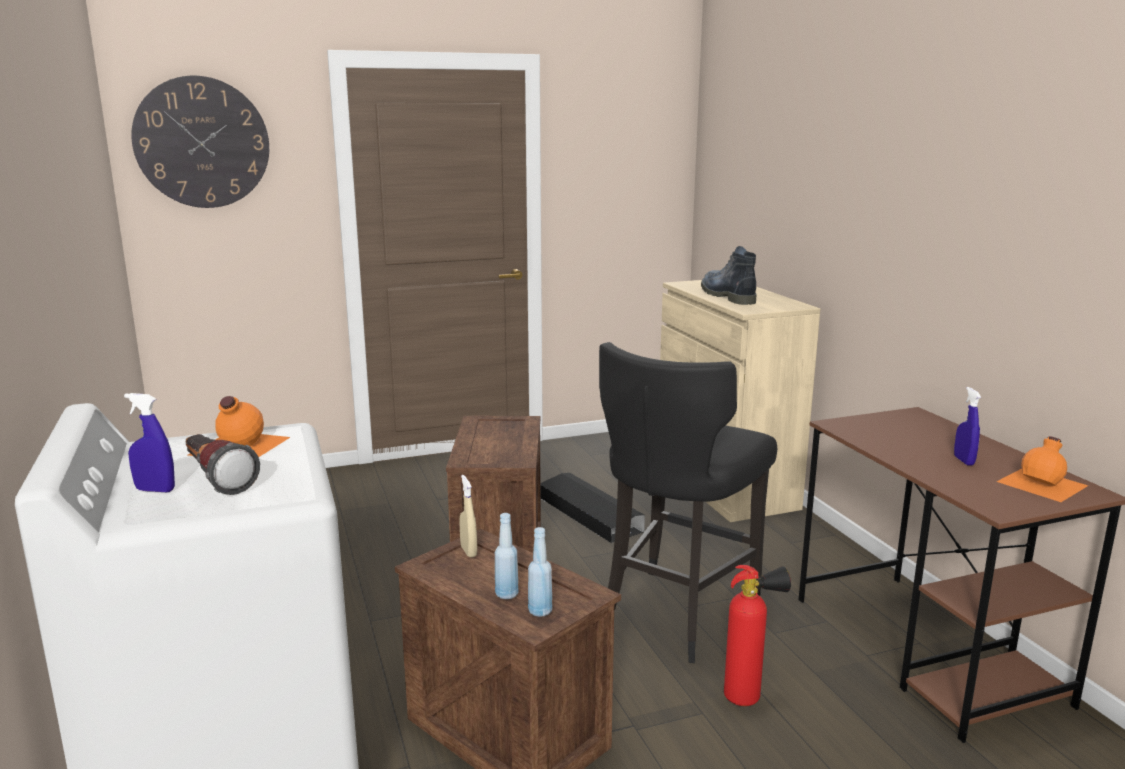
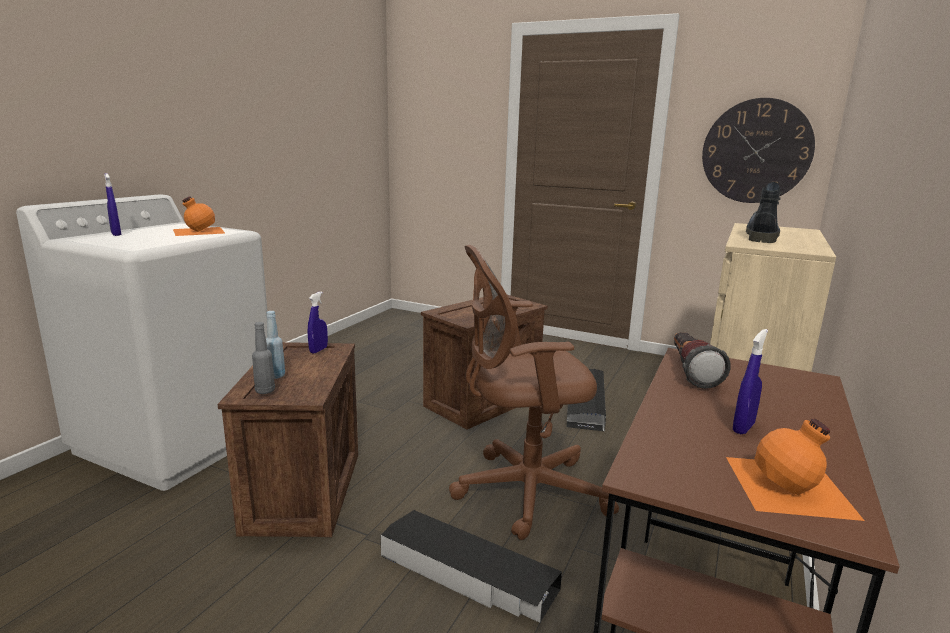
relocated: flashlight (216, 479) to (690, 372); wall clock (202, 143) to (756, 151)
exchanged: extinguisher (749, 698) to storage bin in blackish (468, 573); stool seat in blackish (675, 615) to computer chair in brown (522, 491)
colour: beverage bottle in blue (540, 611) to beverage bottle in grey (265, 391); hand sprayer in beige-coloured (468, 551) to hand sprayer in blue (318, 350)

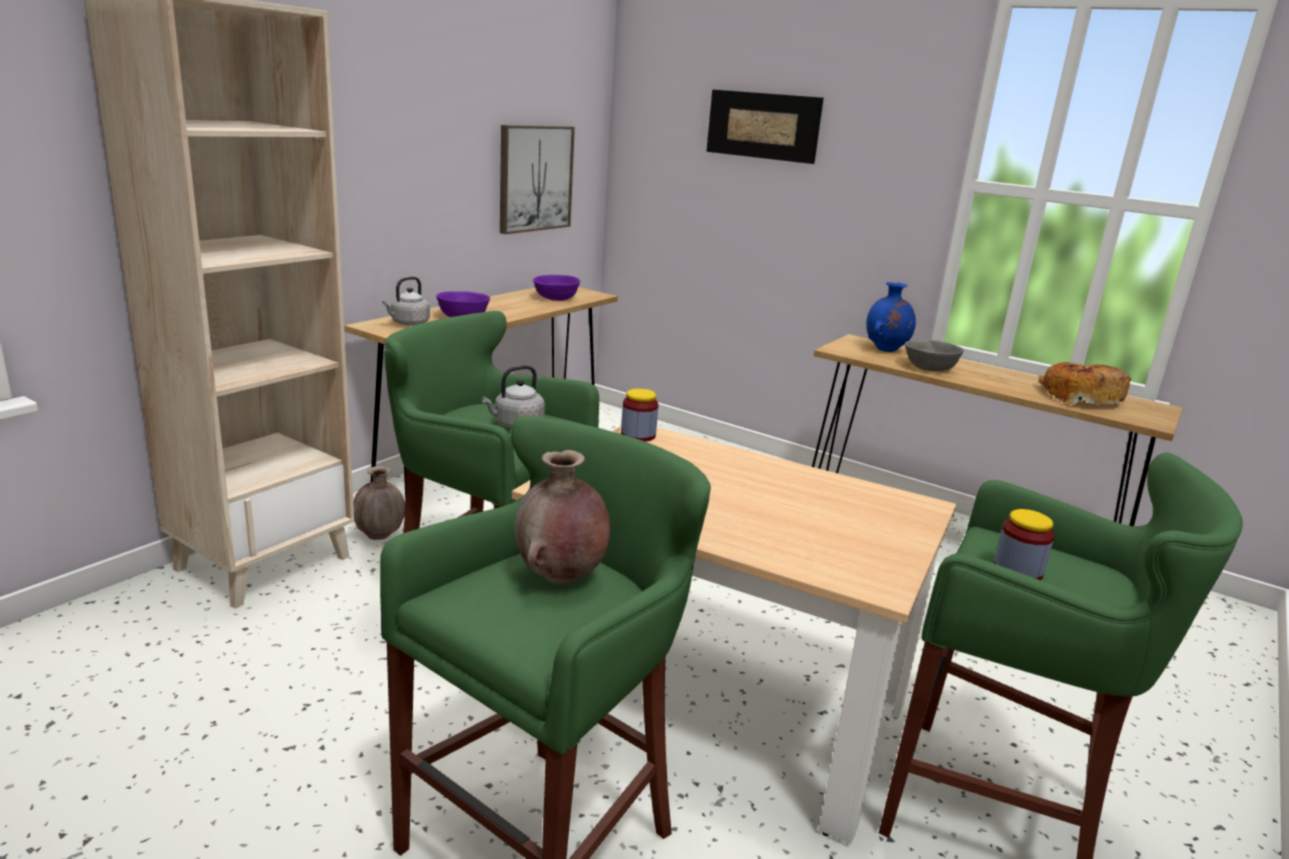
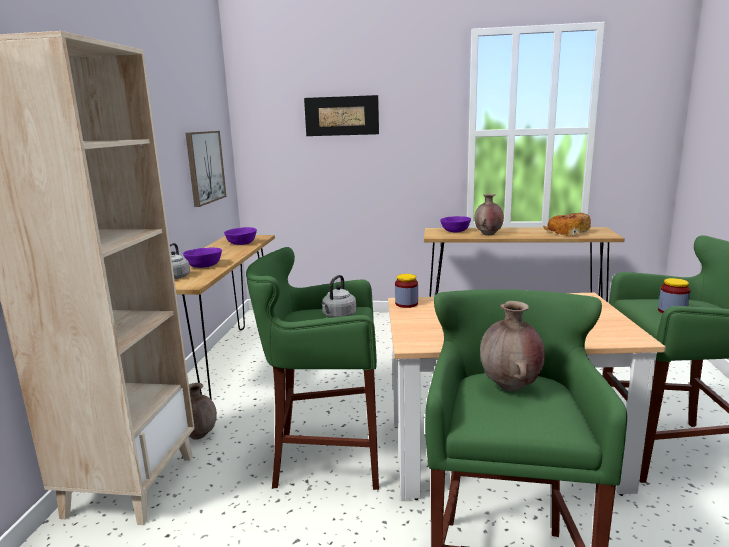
exchanged: flower vase in blue (885, 350) to deep dish in purple-coloured (455, 231); deep dish in grey (929, 368) to flower vase in brown (488, 234)

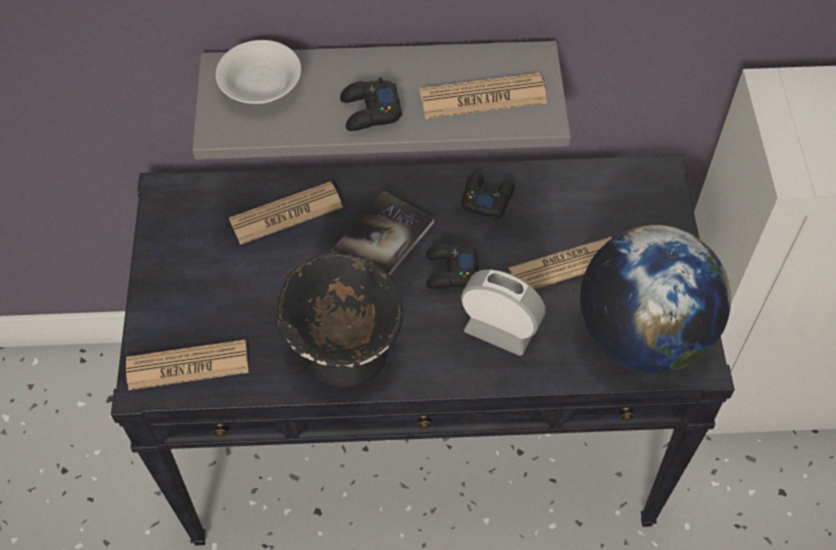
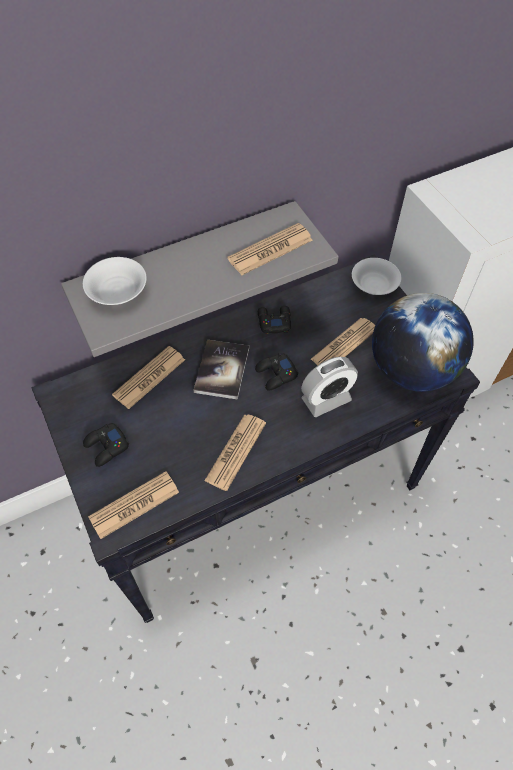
appeared: deep dish in white-coloured (374, 284)
relocated: joypad in blackish (370, 111) to (106, 447)
exchanged: deep dish in blackish (344, 350) to printed paper (236, 451)
spun: table clock (500, 329) = (326, 399) 150 degrees clockwise

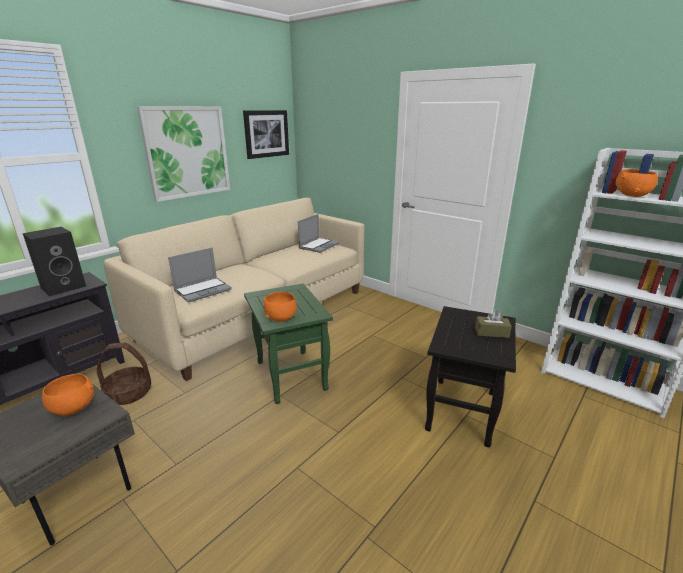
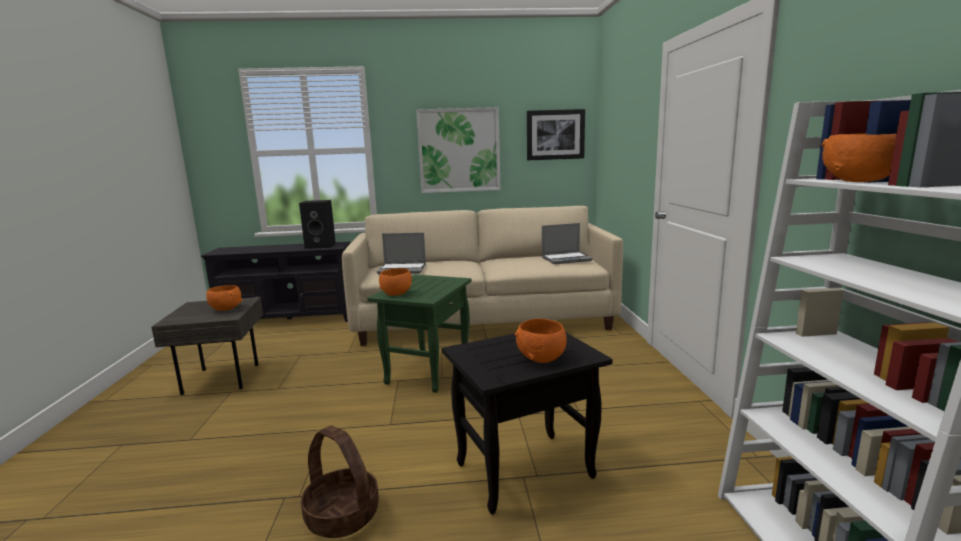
relocated: household basket (128, 393) to (342, 515)
exchanged: tissue box in brown (491, 332) to deep dish in orange-coloured (542, 358)

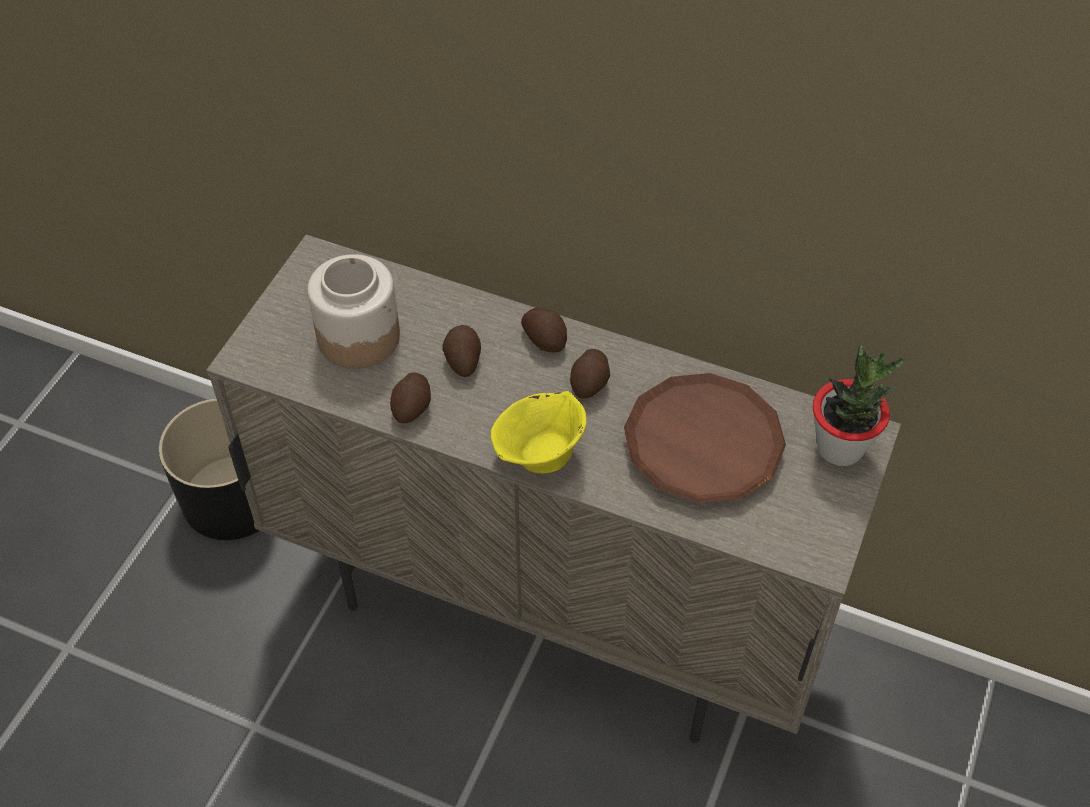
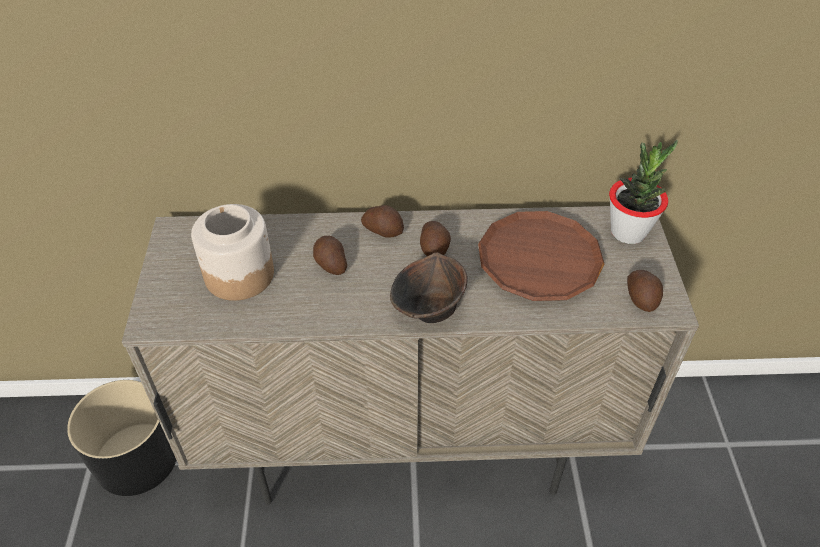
relocated: potato (413, 406) to (642, 298)
colour: deep dish in yellowish (539, 455) to deep dish in brown (428, 310)

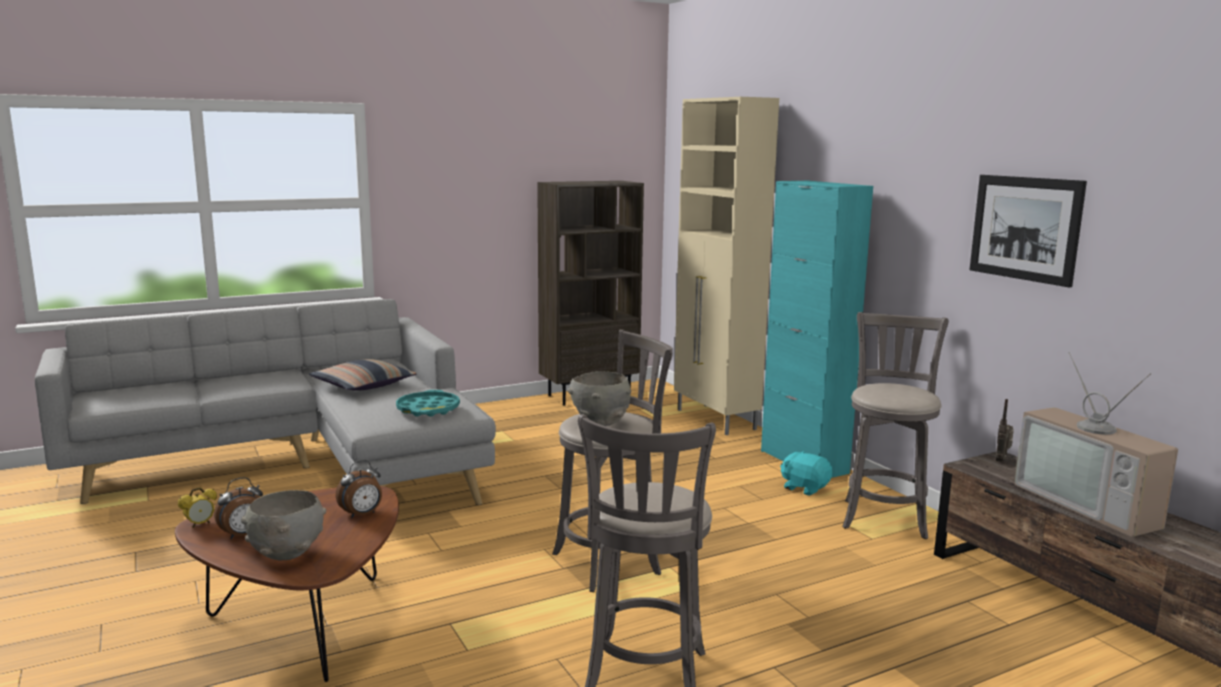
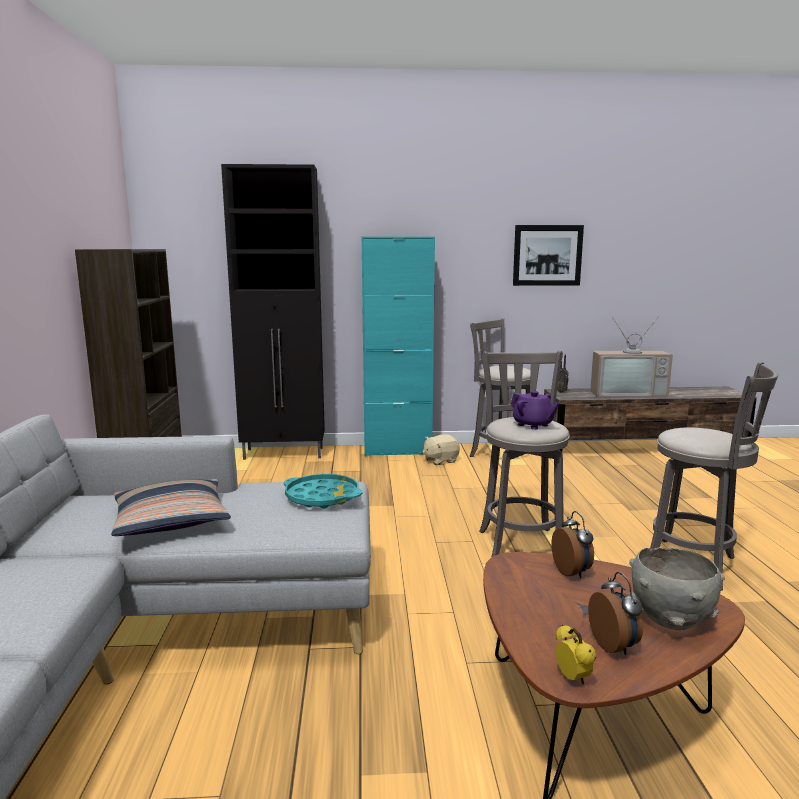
exchanged: deep dish in grey (600, 422) to teapot in purple-coloured (533, 425)
colour: storage cabinet in beige-coloured (716, 420) to storage cabinet in blackish (285, 454); plush toy in turquoise-coloured (805, 488) to plush toy in beige-coloured (440, 460)

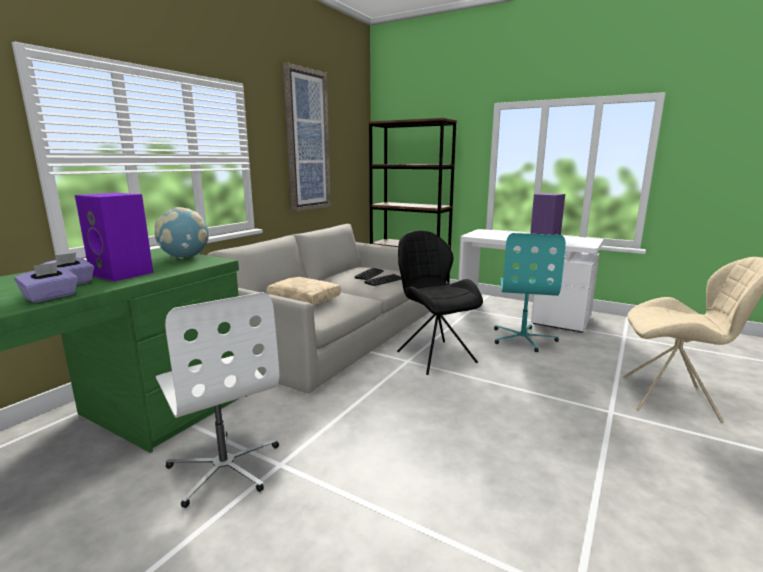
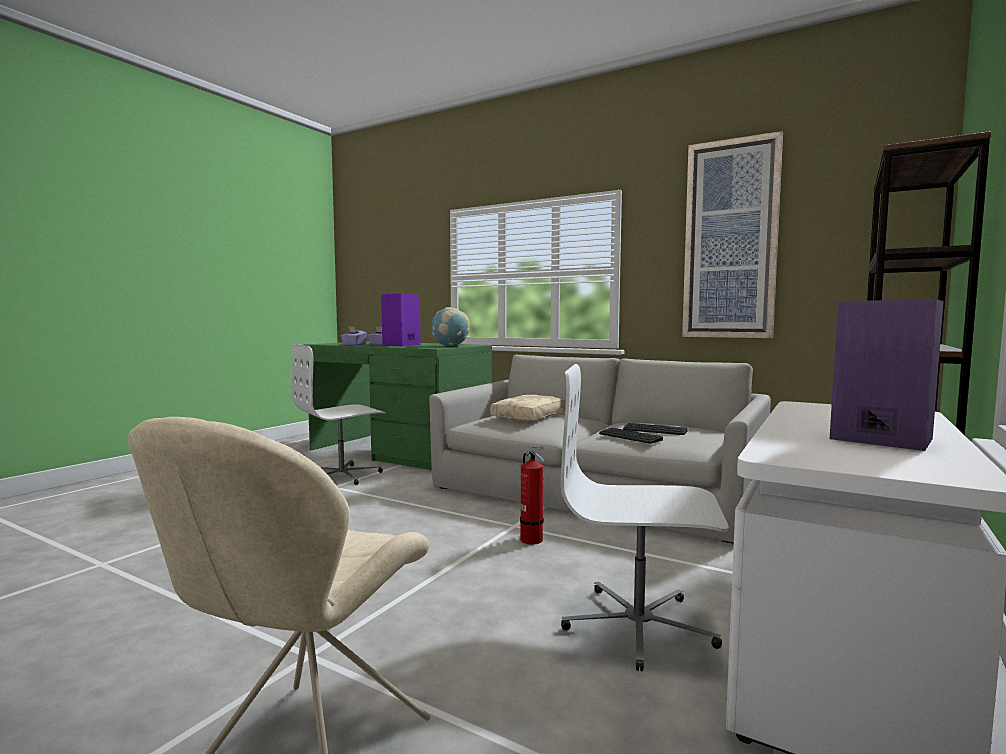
exchanged: chair in blackish (434, 356) to extinguisher (533, 541)
colour: computer chair in turquoise-coloured (523, 338) to computer chair in white-coloured (639, 626)

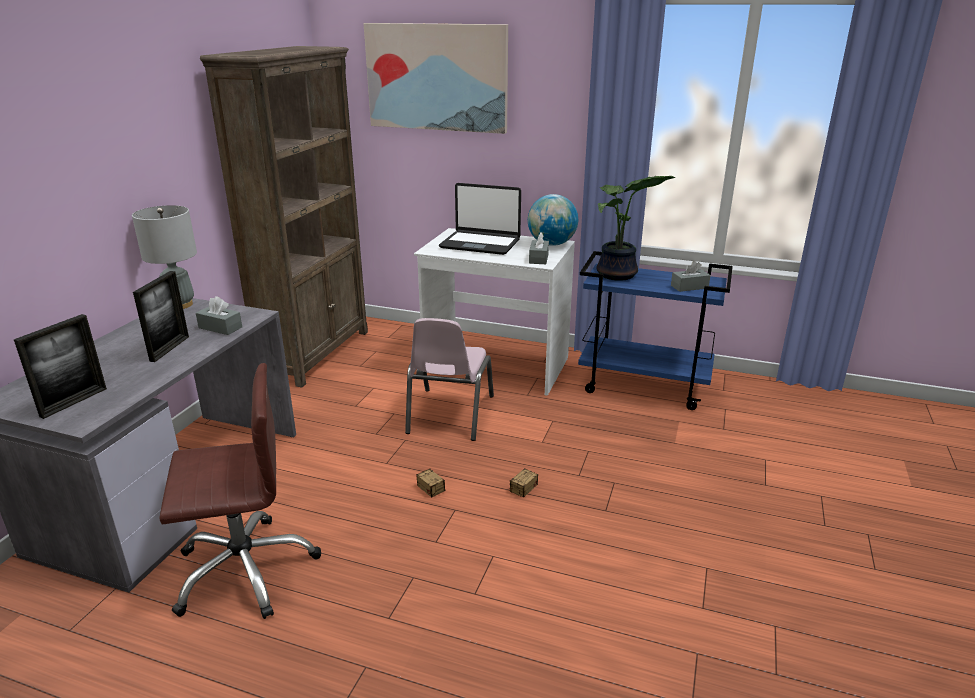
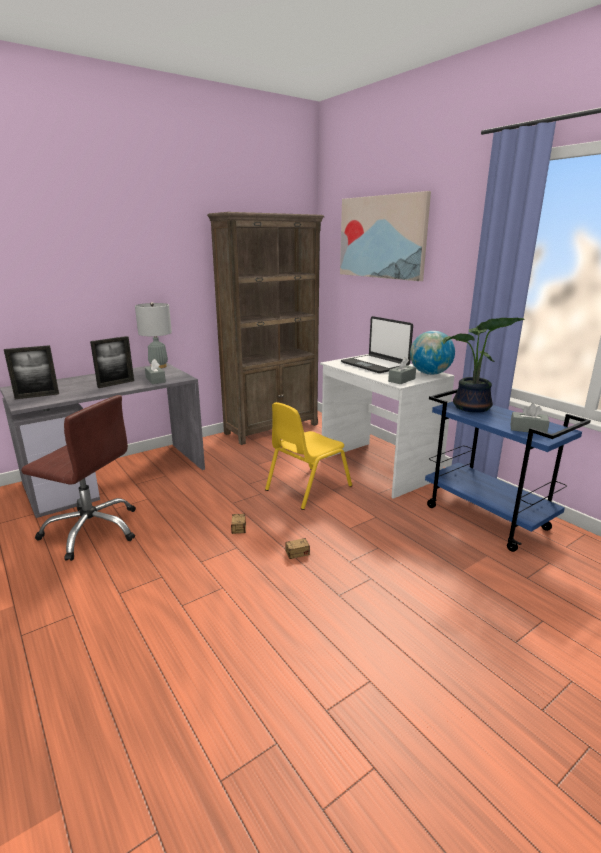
colour: chair in pink-coloured (449, 414) to chair in yellowish (307, 488)

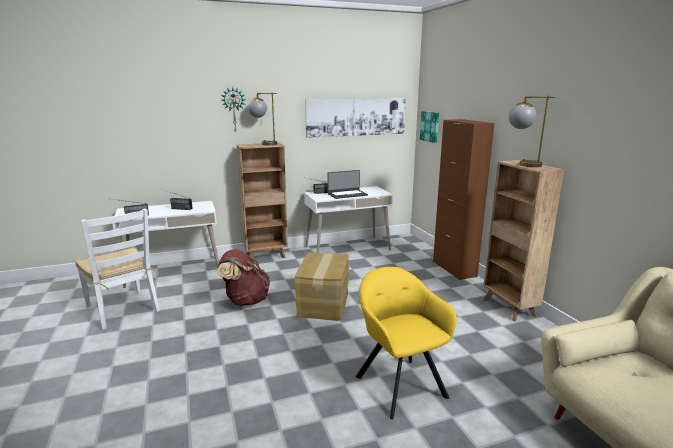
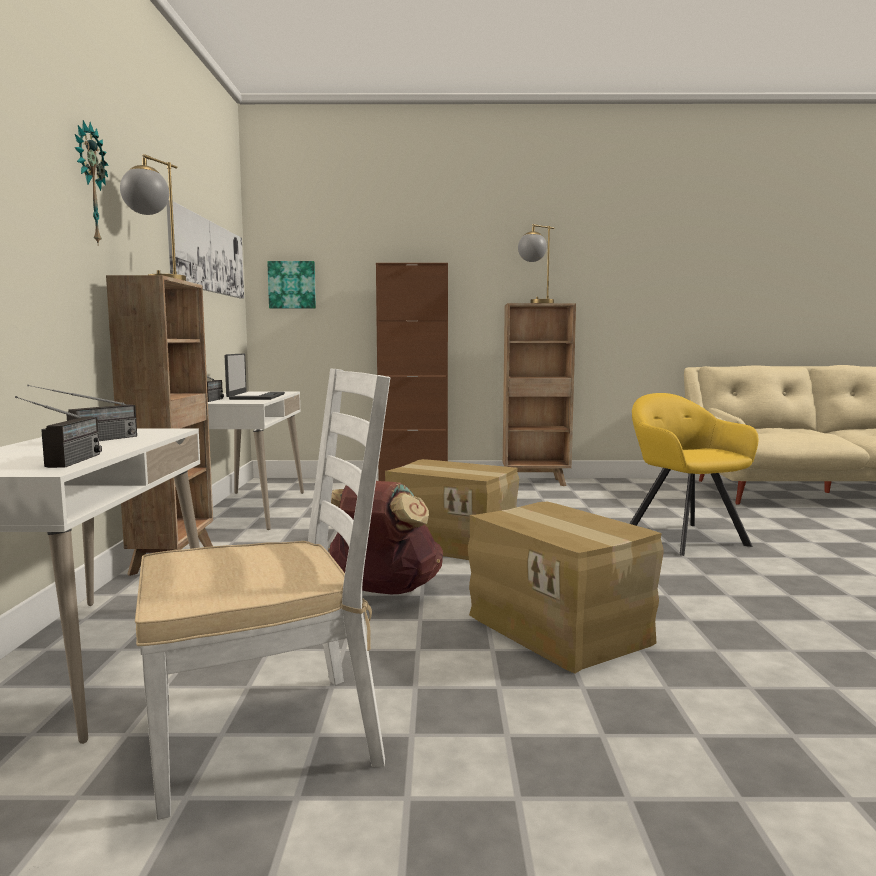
appeared: packing box (559, 628)
spun: easy chair in yellowish (399, 383) = (683, 536) 75 degrees clockwise

